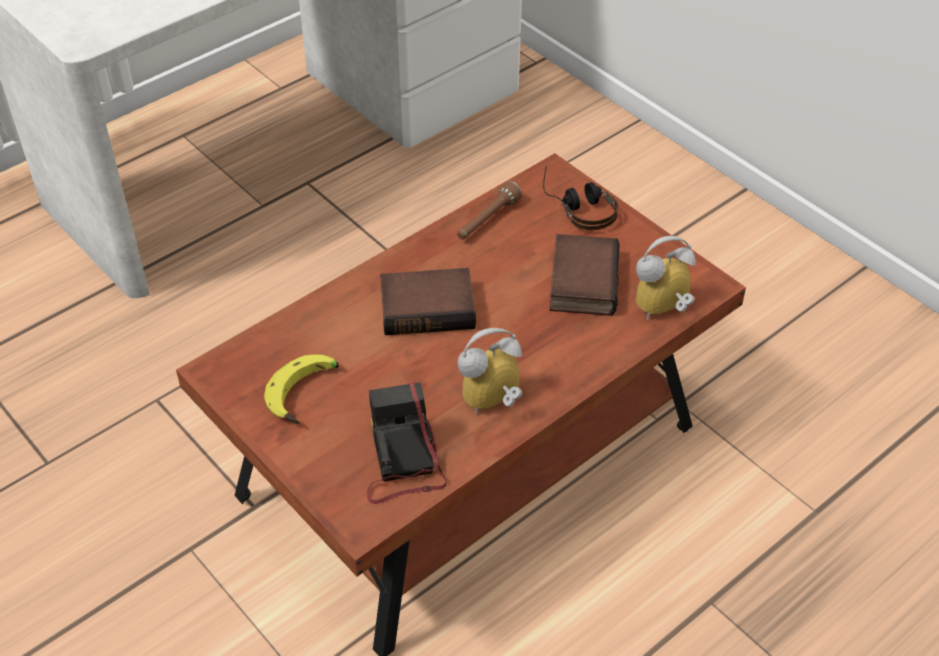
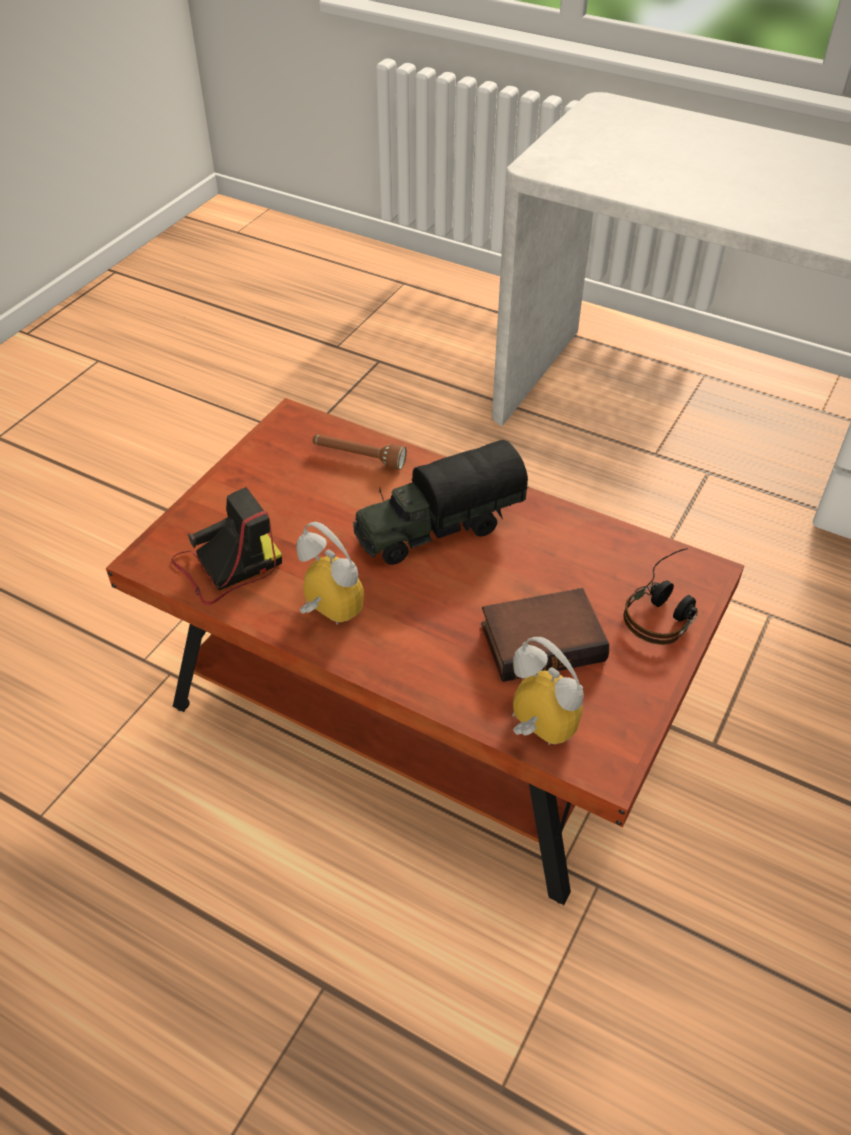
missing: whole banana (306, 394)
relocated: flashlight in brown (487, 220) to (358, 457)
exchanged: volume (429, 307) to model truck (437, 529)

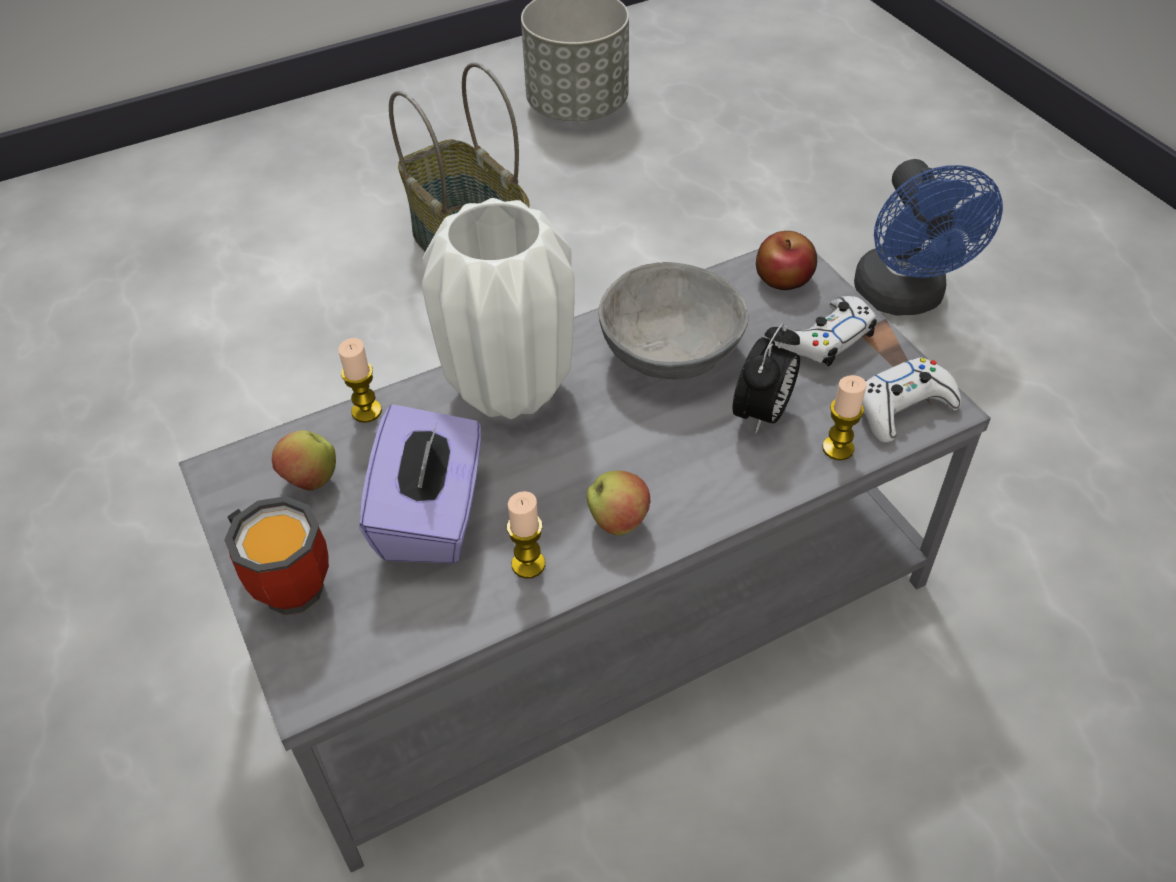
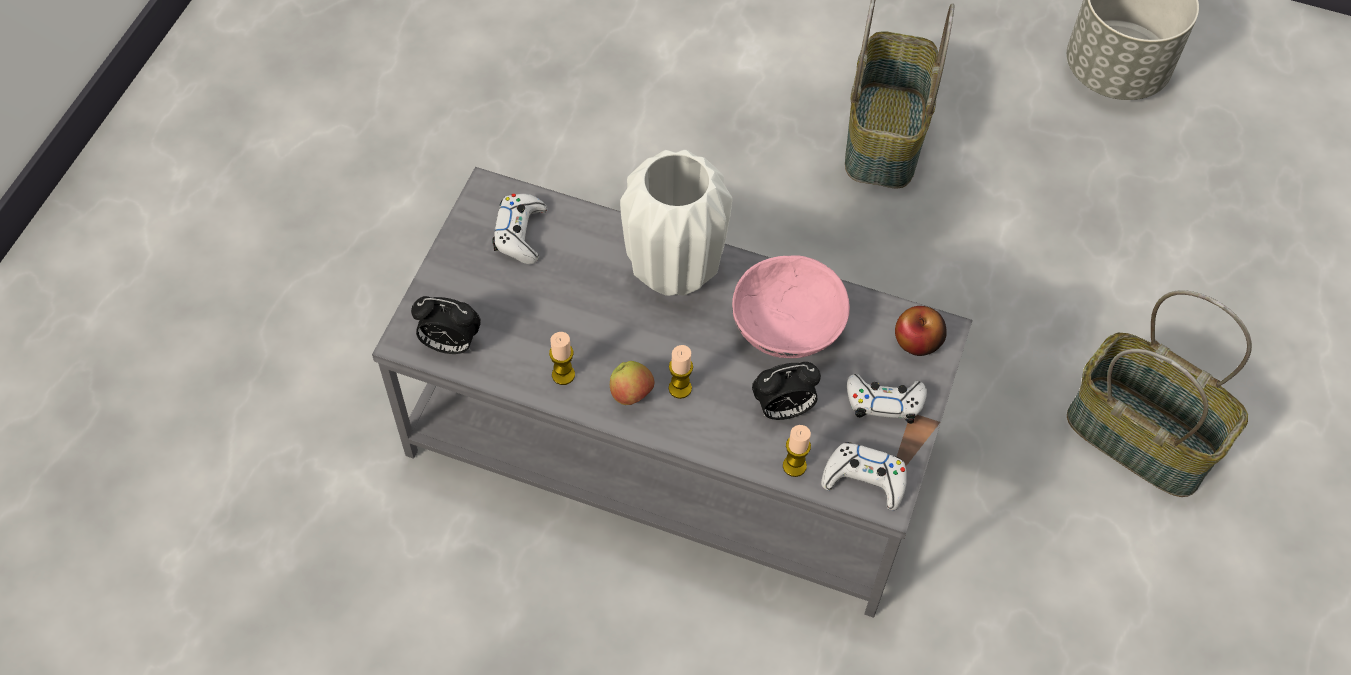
missing: coffee mug (289, 580); tissue box in purple-coloured (432, 515)
appeared: table clock (449, 344)
relocated: wax candle (366, 411) to (680, 388)
exchanged: whole apple (310, 481) to joypad in white-coloured (520, 234); cooling fan in blue (904, 299) to household basket (1142, 436)
colour: deep dish in grey (668, 351) to deep dish in pink-coloured (786, 325)

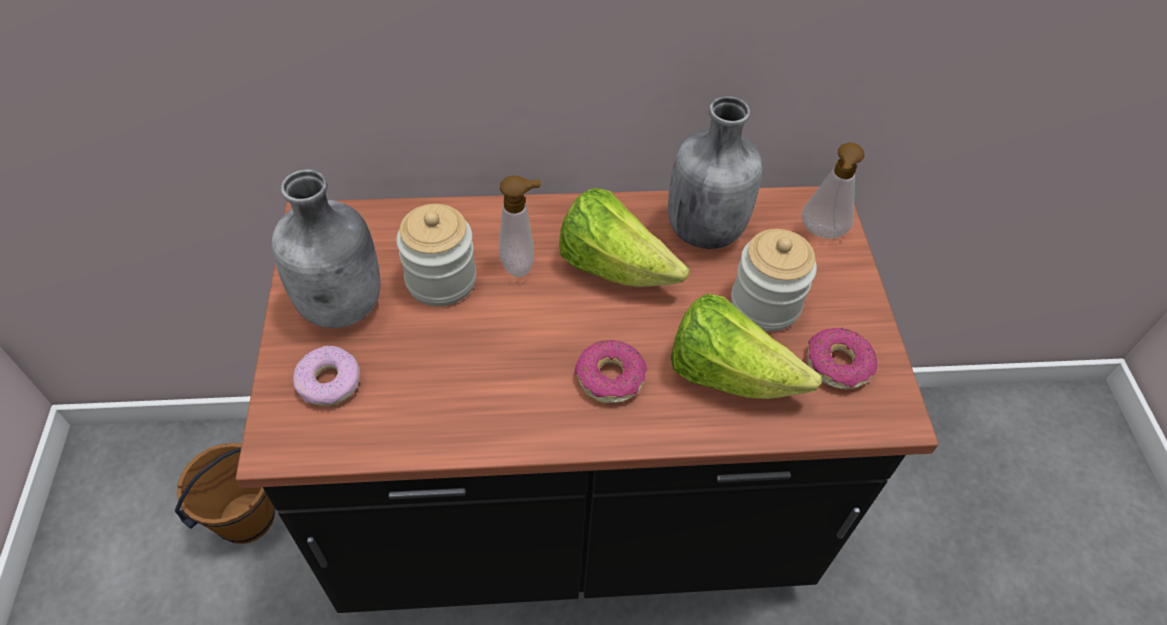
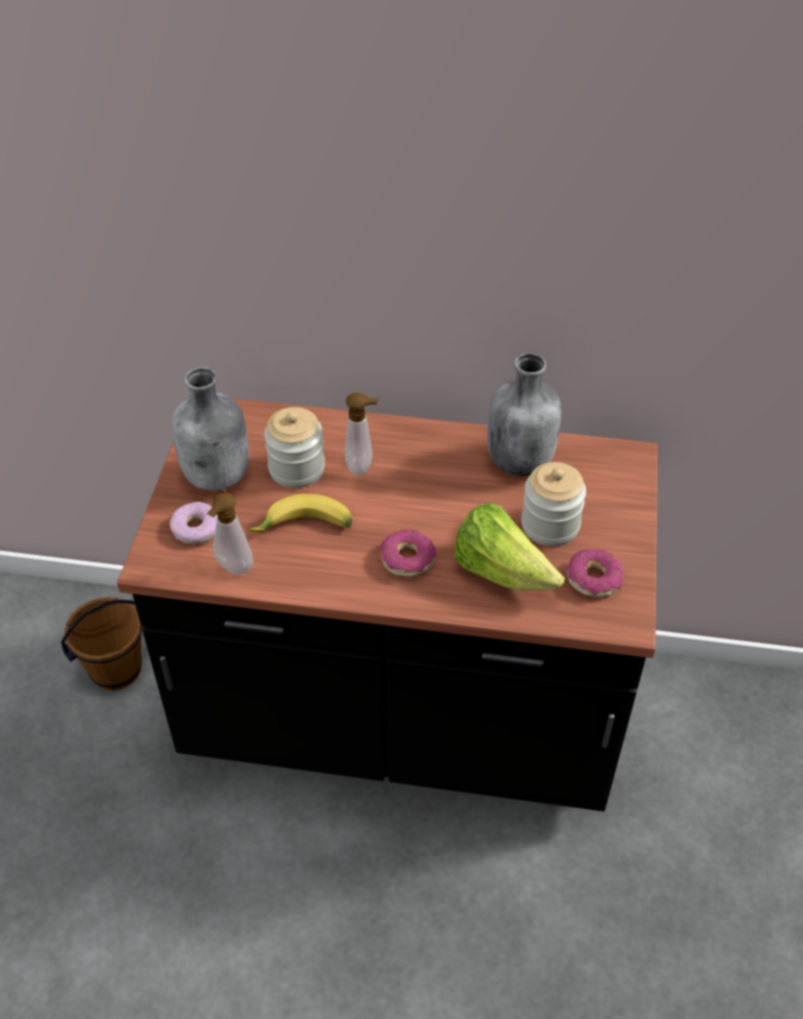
missing: lettuce (614, 267)
appeared: whole banana (304, 529)
relocated: soap dispenser (821, 234) to (232, 568)

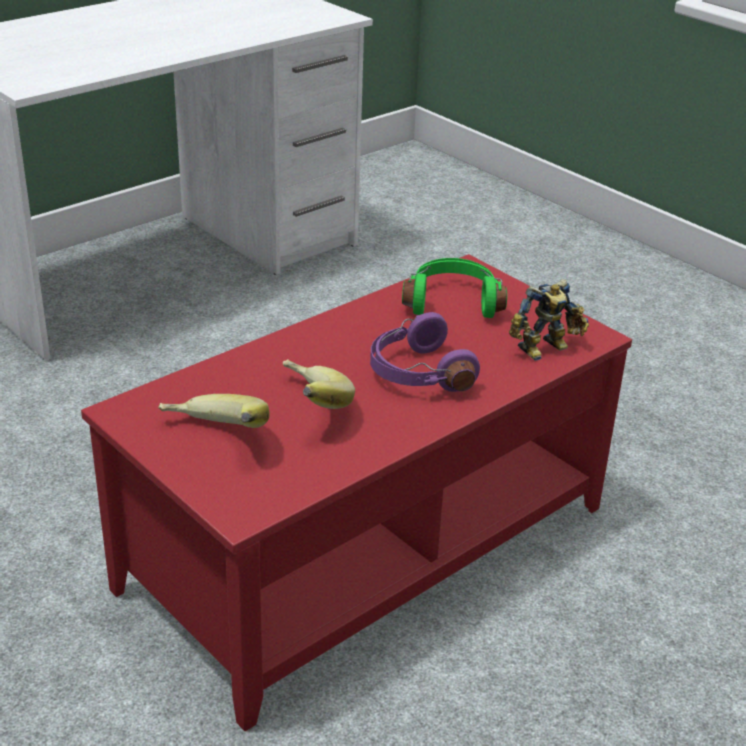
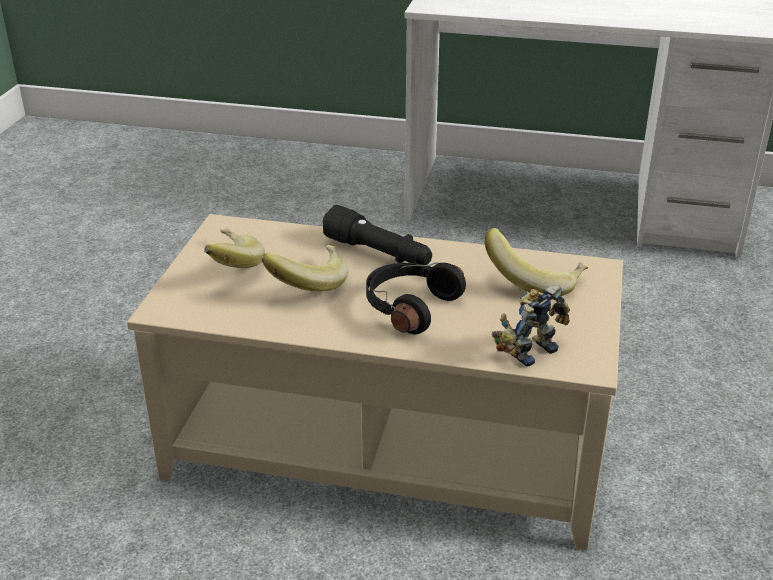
appeared: flashlight in blackish (378, 253)
exchanged: headset in green-coloured (452, 301) to whole banana (534, 281)
colour: coffee table in reddish (364, 545) to coffee table in beige-coloured (388, 442); headset in purple-coloured (417, 373) to headset in blackish (409, 307)
spun: model robot (546, 350) = (528, 350) 120 degrees clockwise

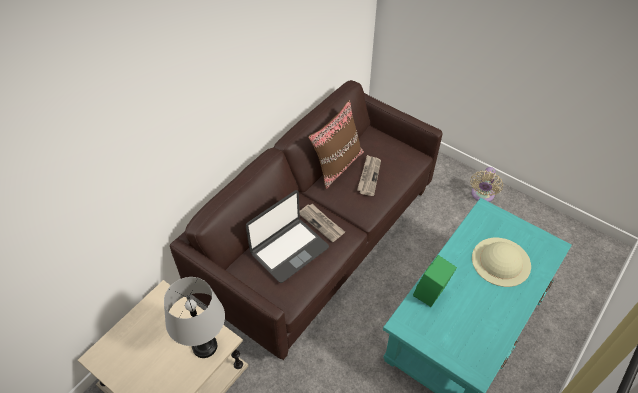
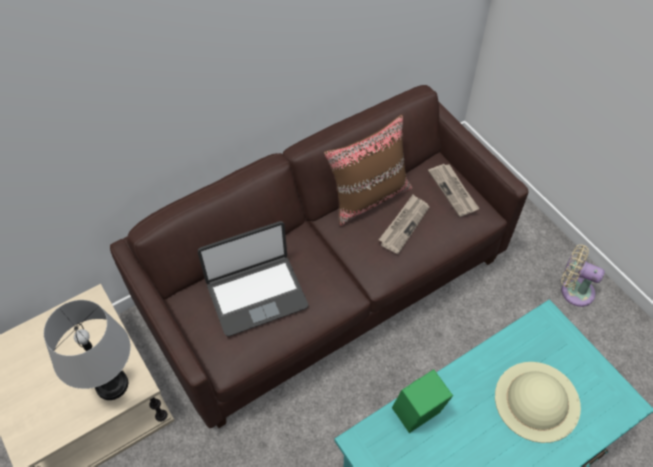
relocated: printed paper (321, 223) to (453, 191)
spun: cooling fan in beige-coloured (482, 195) = (574, 290) 75 degrees clockwise

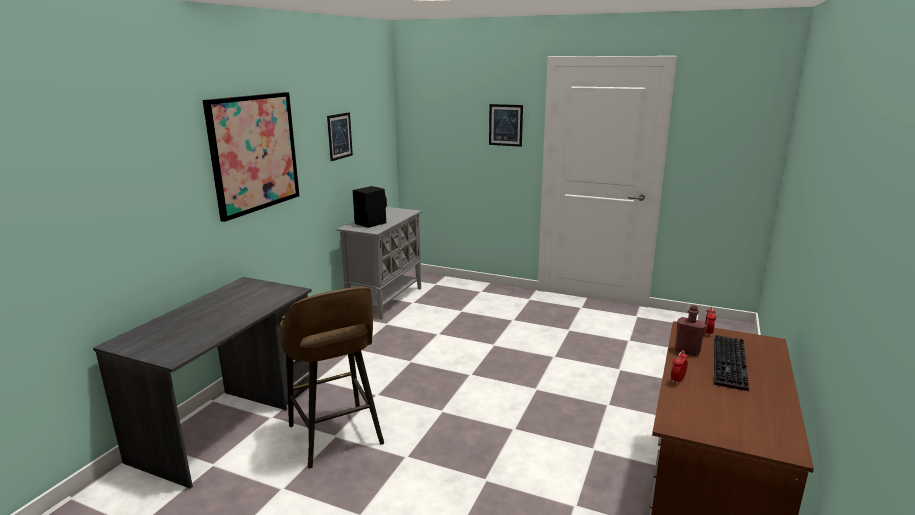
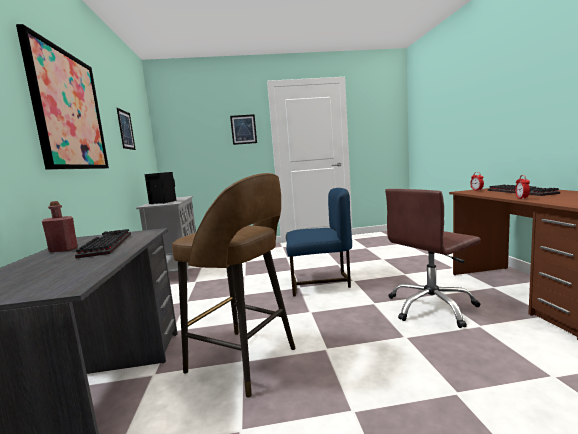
appeared: PC keyboard (105, 245); chair in blue (320, 283); computer chair in brown (431, 307)
relocated: beverage bottle in reddish (687, 351) to (63, 250)

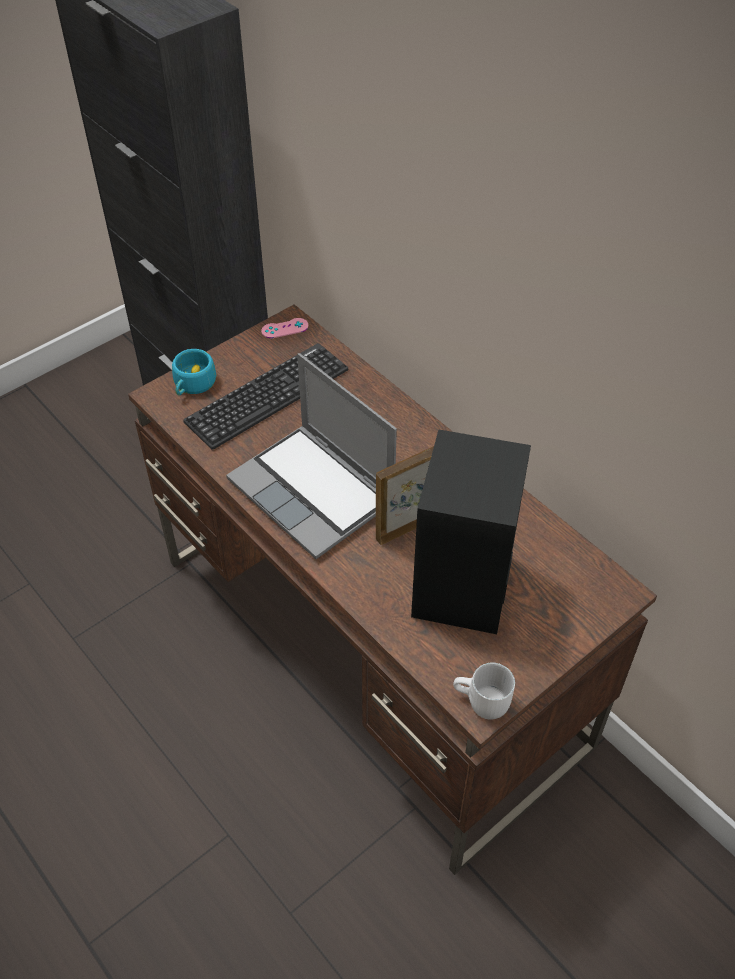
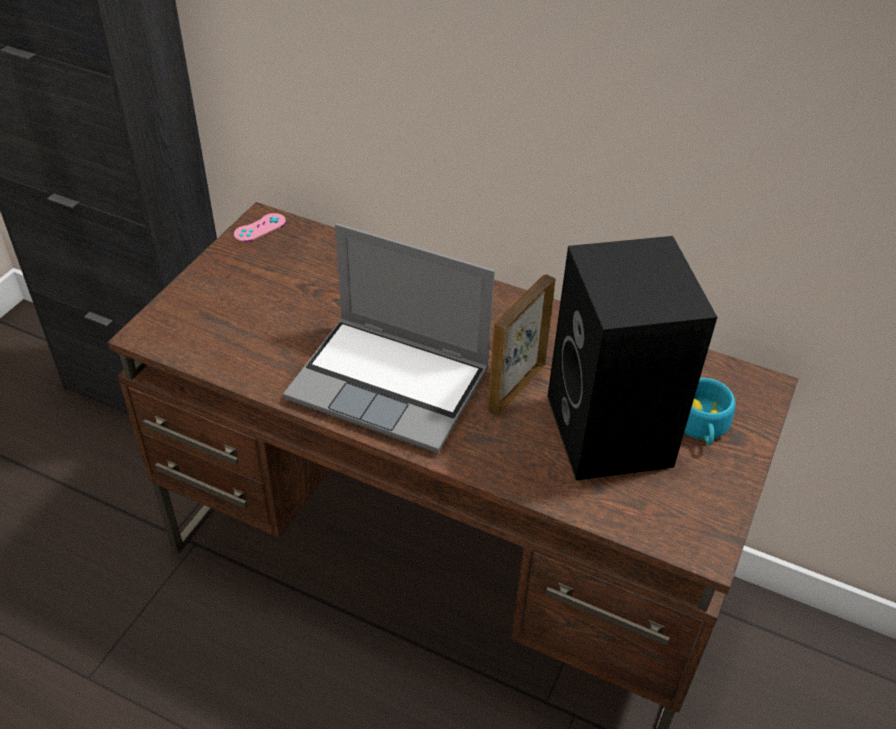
missing: PC keyboard (267, 396); coffee mug in white-coloured (481, 704)
relocated: drinking cup in turquoise-coloured (192, 385) to (701, 427)

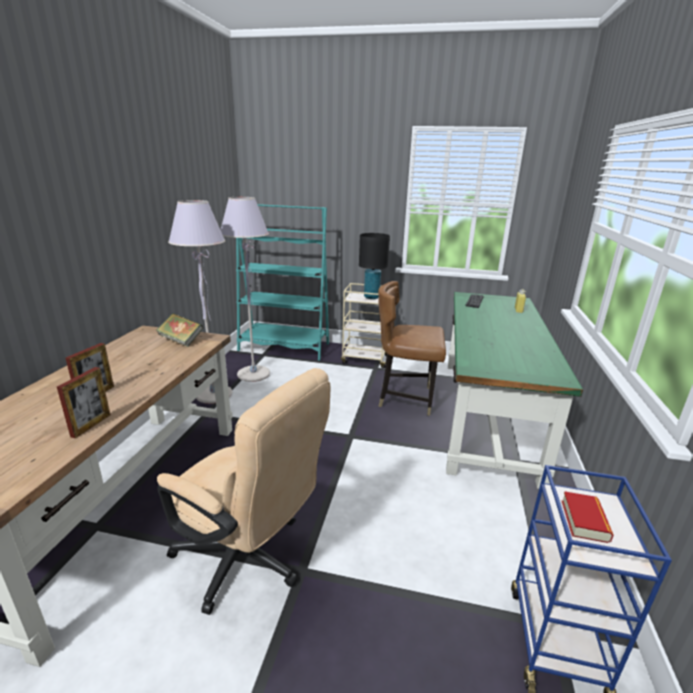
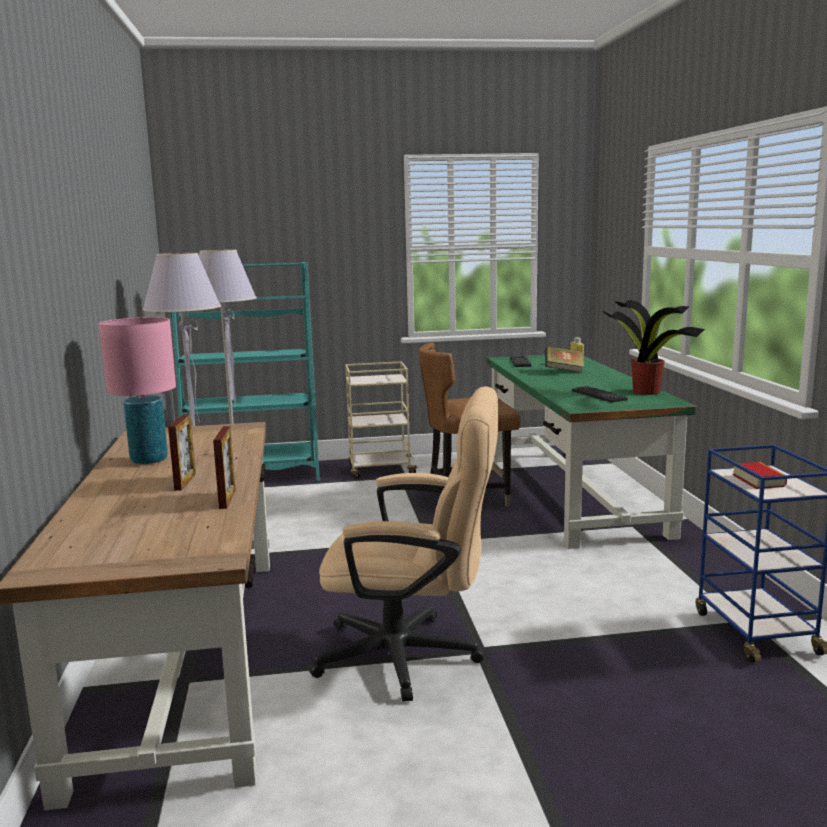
missing: tabletop lamp in blackish (371, 297)
appeared: tabletop lamp in pink-coloured (149, 460); PC keyboard (598, 395); potted plant (647, 392)
relocated: volume (181, 341) to (564, 371)

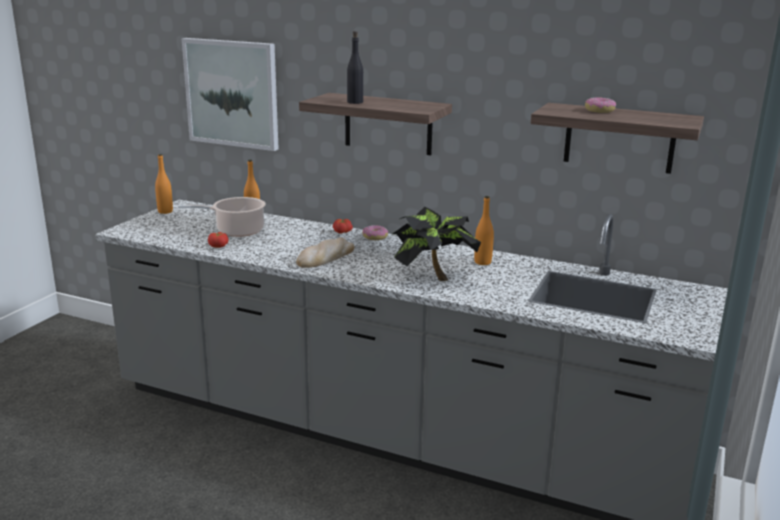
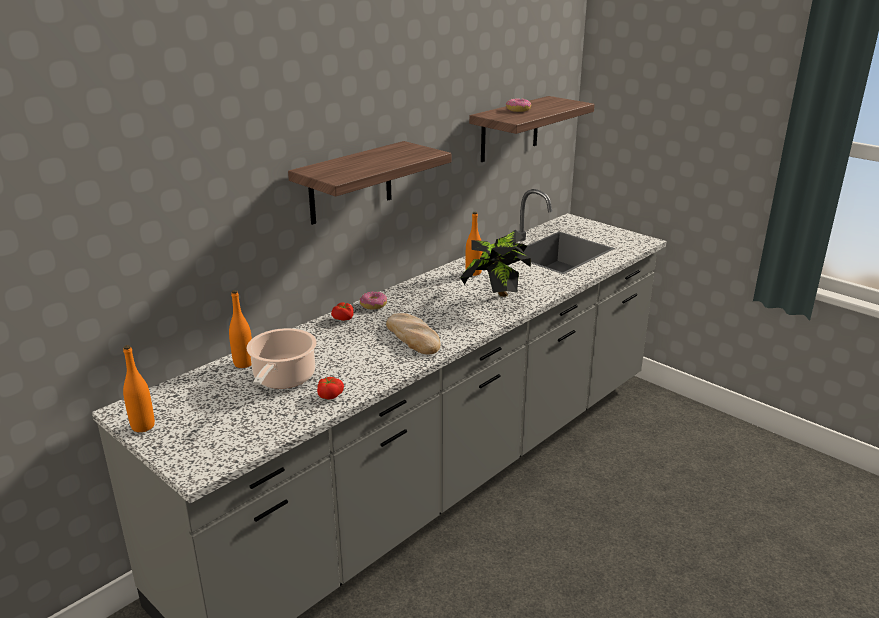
missing: picture (232, 93); beverage bottle in blackish (355, 102)

